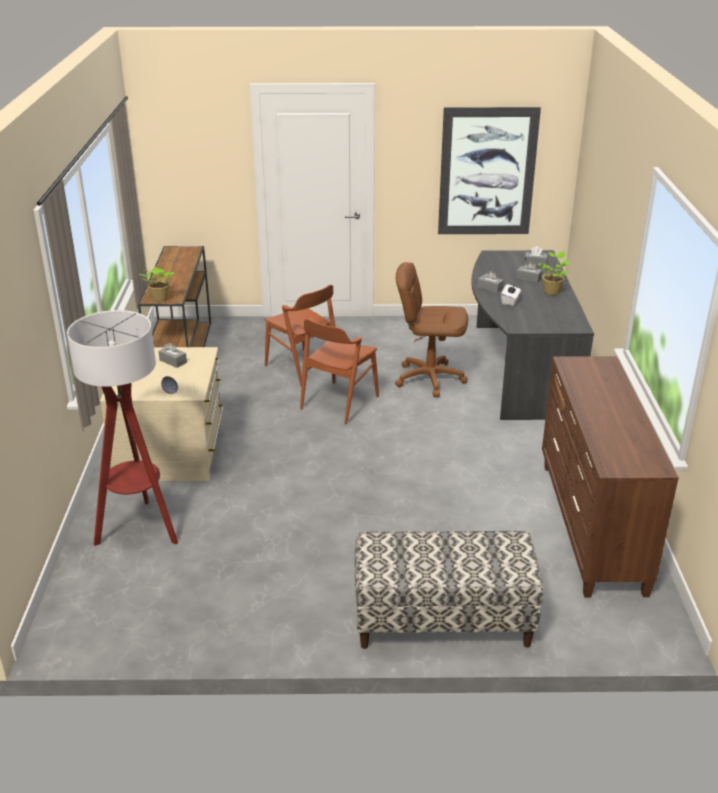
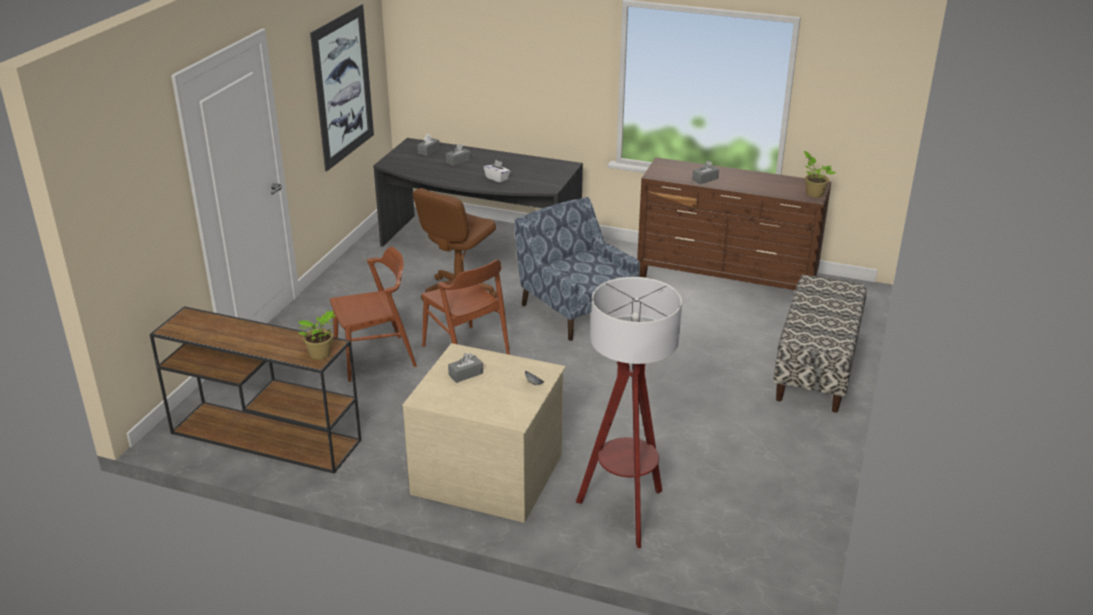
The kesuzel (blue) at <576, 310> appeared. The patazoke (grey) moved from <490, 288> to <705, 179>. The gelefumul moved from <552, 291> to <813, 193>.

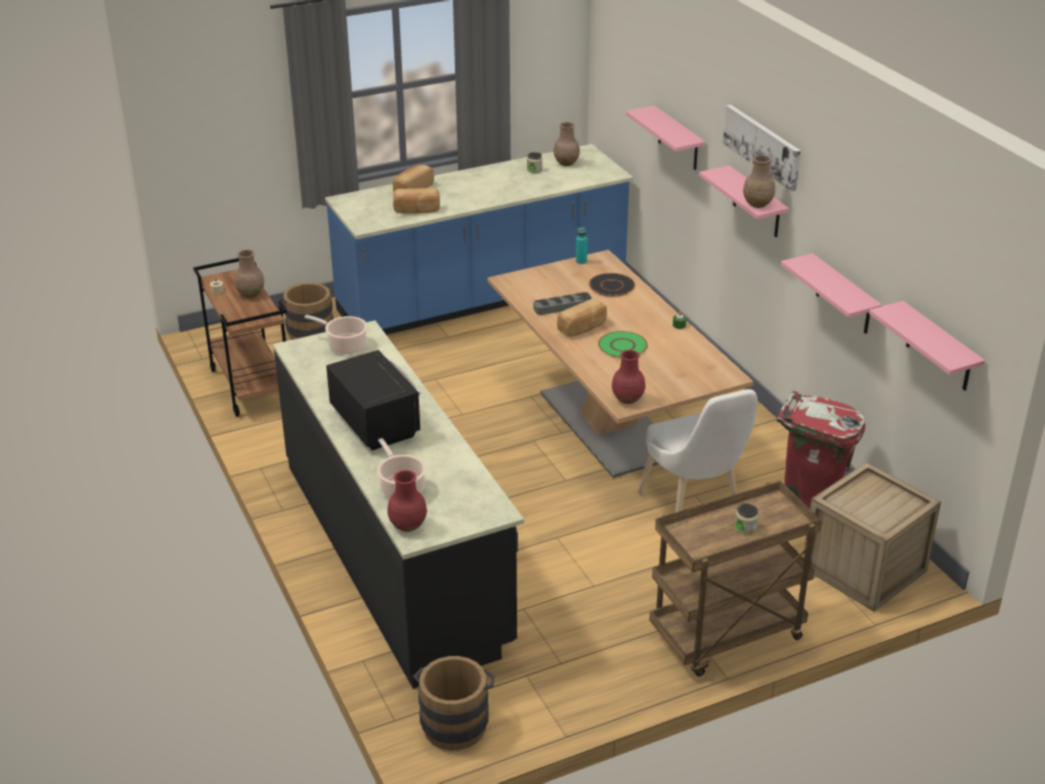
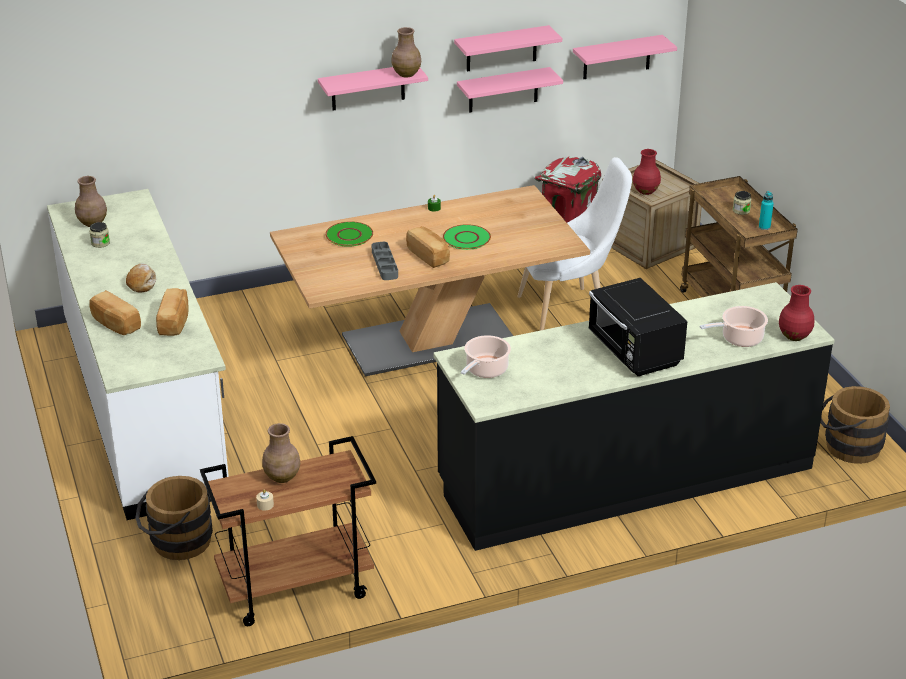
The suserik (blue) at <483, 297> became the suserik (white) at <145, 404>. The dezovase at <141, 283> appeared. The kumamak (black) at <612, 286> became the kumamak (green) at <349, 235>. The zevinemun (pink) moved from <678, 139> to <501, 48>. The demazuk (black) at <375, 423> turned 90 degrees counterclockwise. The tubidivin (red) moved from <628, 399> to <646, 191>. The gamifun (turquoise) moved from <581, 261> to <764, 227>. The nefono at <762, 146> disappeared.

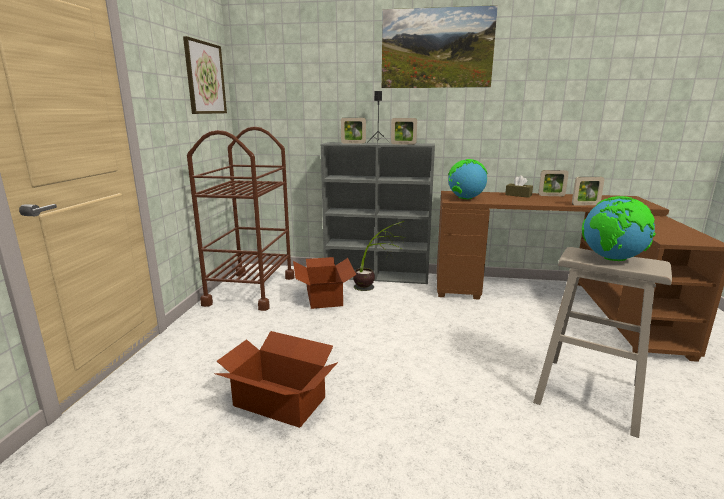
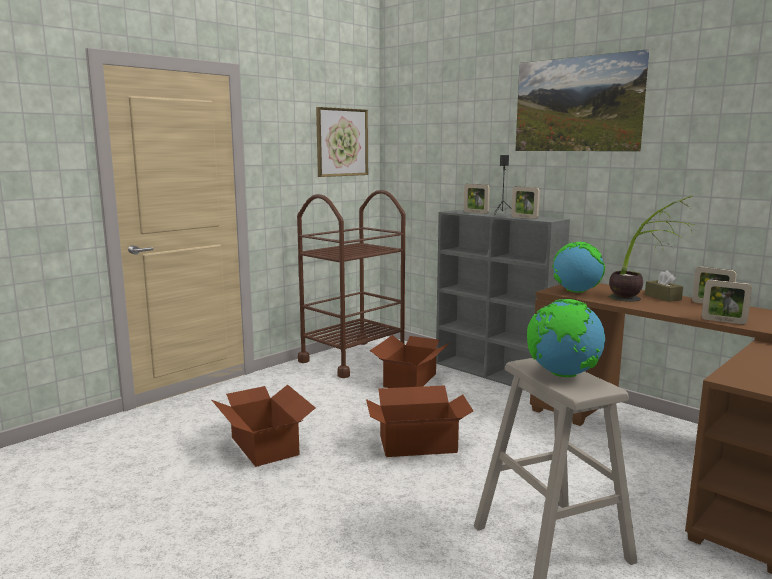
The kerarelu at <417, 444> appeared. The gelefumul moved from <375, 289> to <640, 301>.

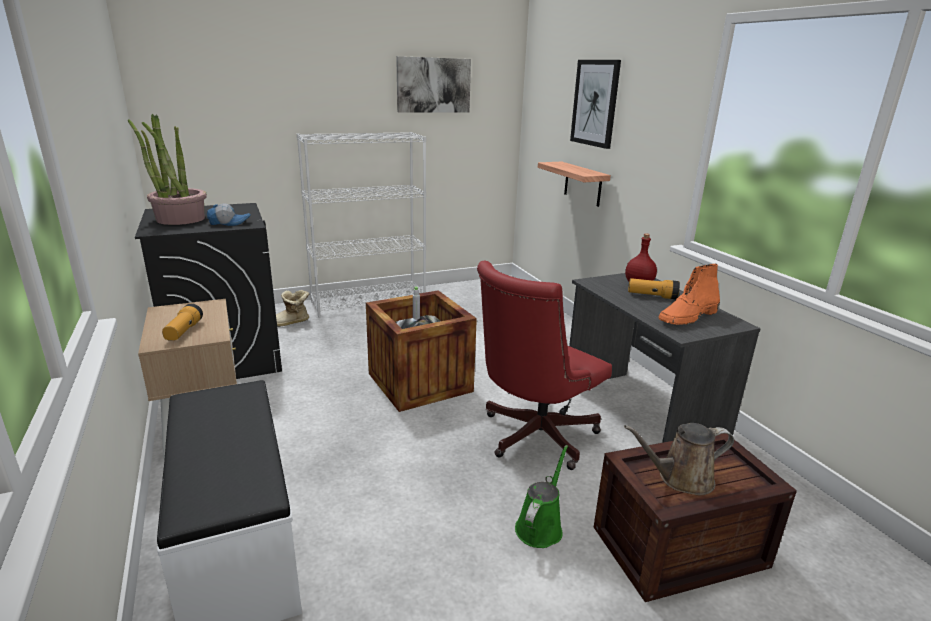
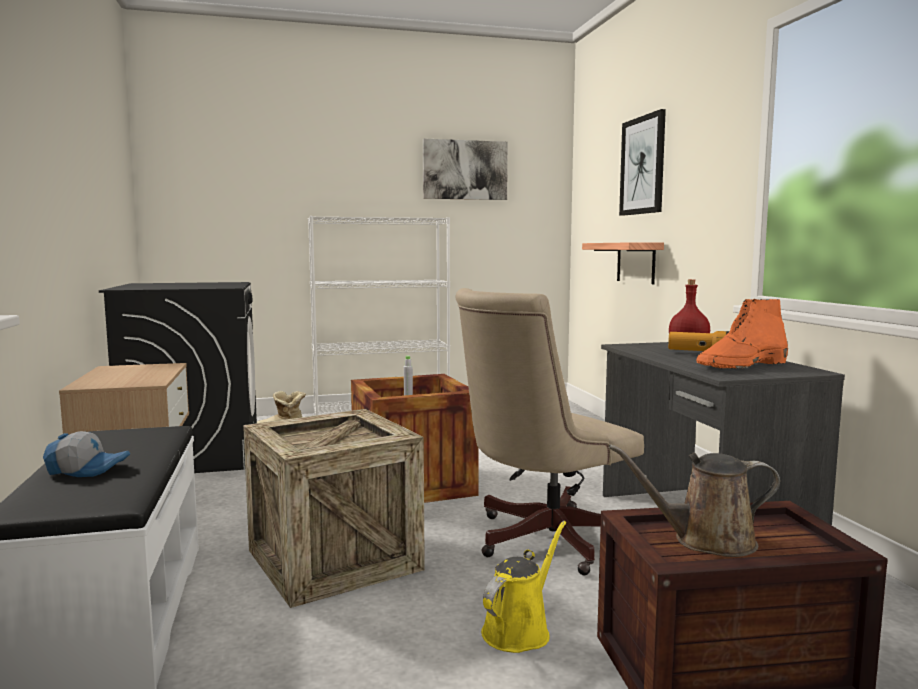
The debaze moved from <229, 223> to <88, 470>. The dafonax at <334, 560> appeared. The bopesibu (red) at <533, 437> became the bopesibu (beige) at <541, 541>. The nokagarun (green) at <540, 526> became the nokagarun (yellow) at <519, 630>. The gelefumul at <180, 219> disappeared. The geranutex at <184, 331> disappeared.

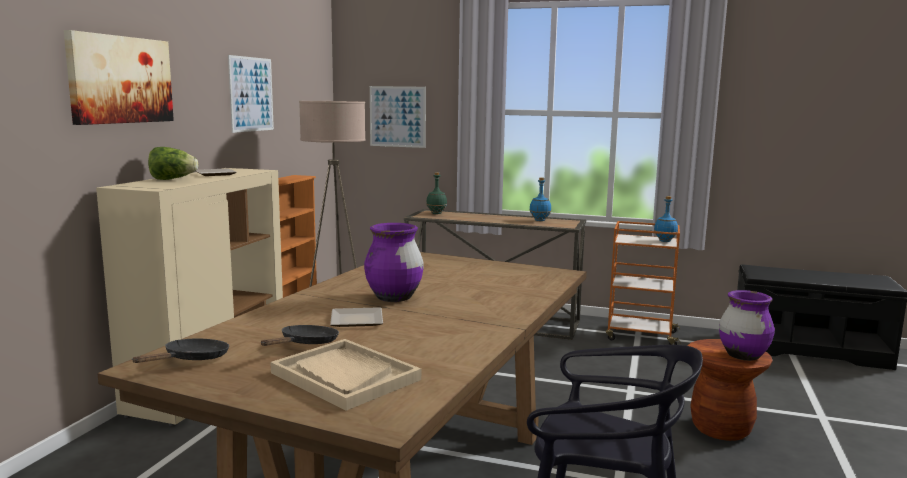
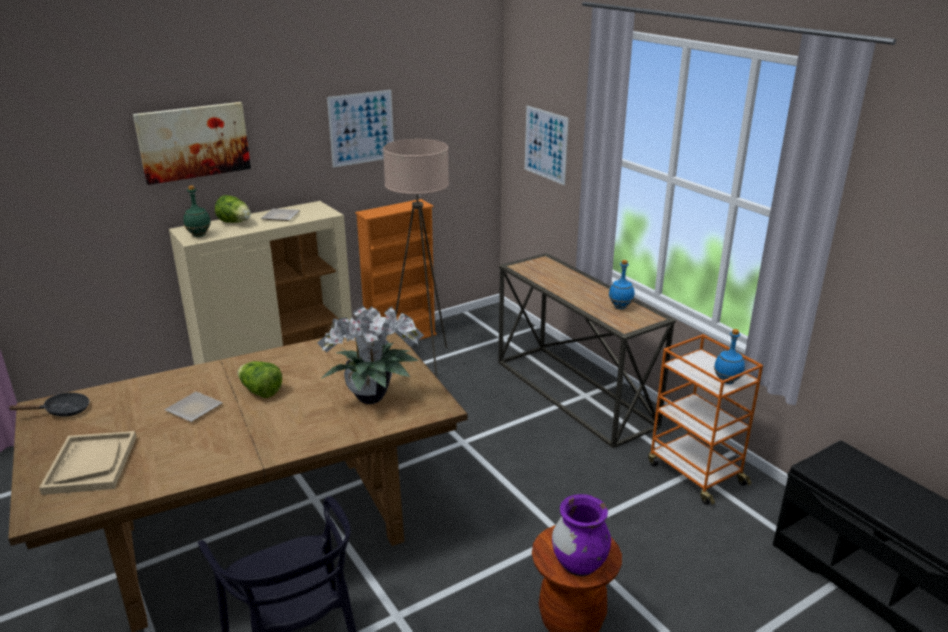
The gamifun (green) moved from <436, 213> to <199, 235>. The tubidivin (purple) at <394, 298> was replaced by the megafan at <260, 392>. The gelefumul at <374, 398> appeared. The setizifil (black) at <306, 344> disappeared.

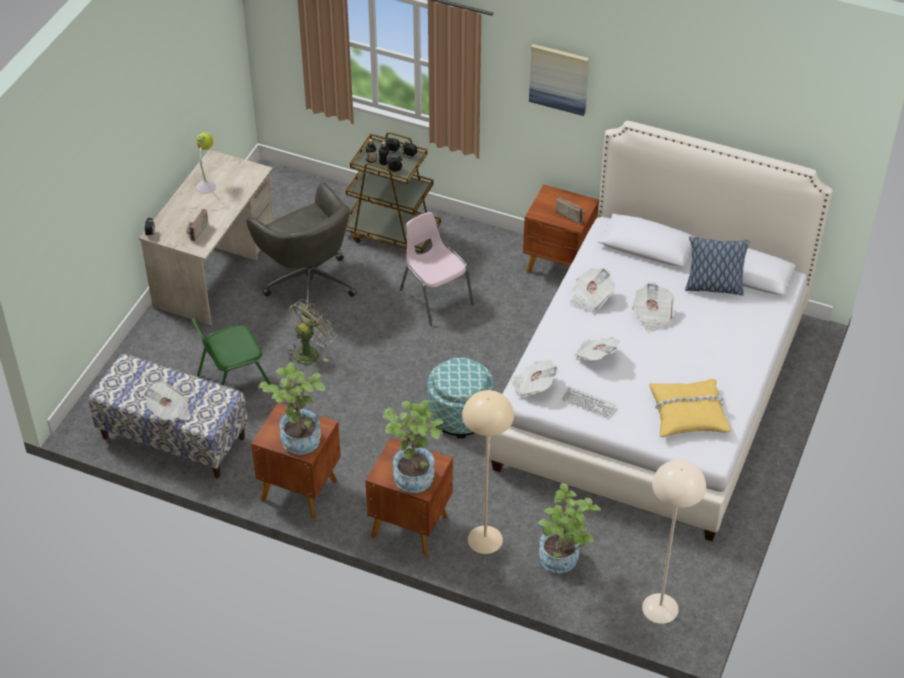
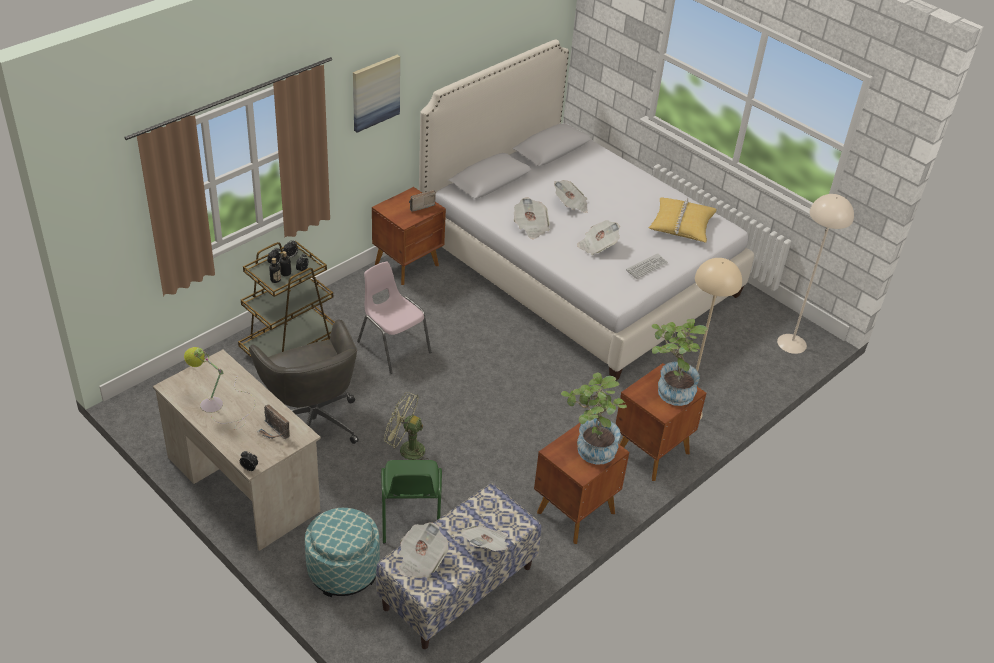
The bopesibu (grey) at <309, 282> turned 75 degrees clockwise. The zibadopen moved from <460, 414> to <343, 570>. The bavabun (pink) at <435, 297> turned 60 degrees clockwise. The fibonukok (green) at <310, 352> turned 45 degrees counterclockwise. The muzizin moved from <533, 386> to <420, 560>. The gelefumul at <564, 560> disappeared. The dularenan at <713, 287> disappeared.

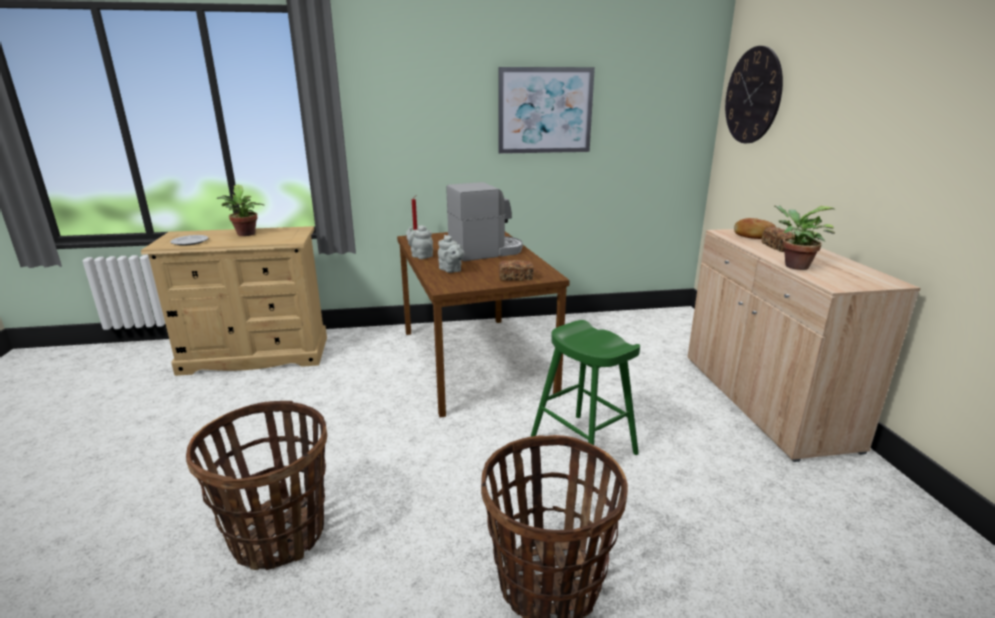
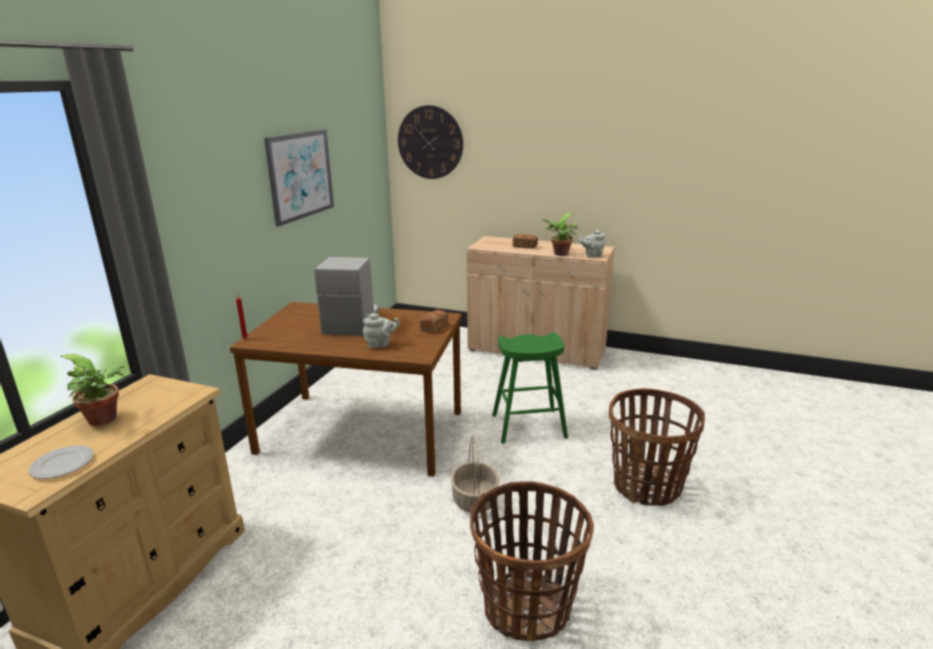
The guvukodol at <474, 500> appeared. The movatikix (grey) moved from <420, 256> to <592, 256>. The dezovase at <753, 236> disappeared.

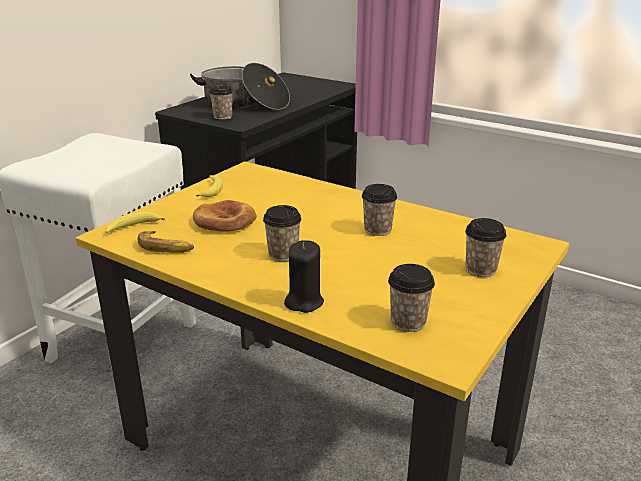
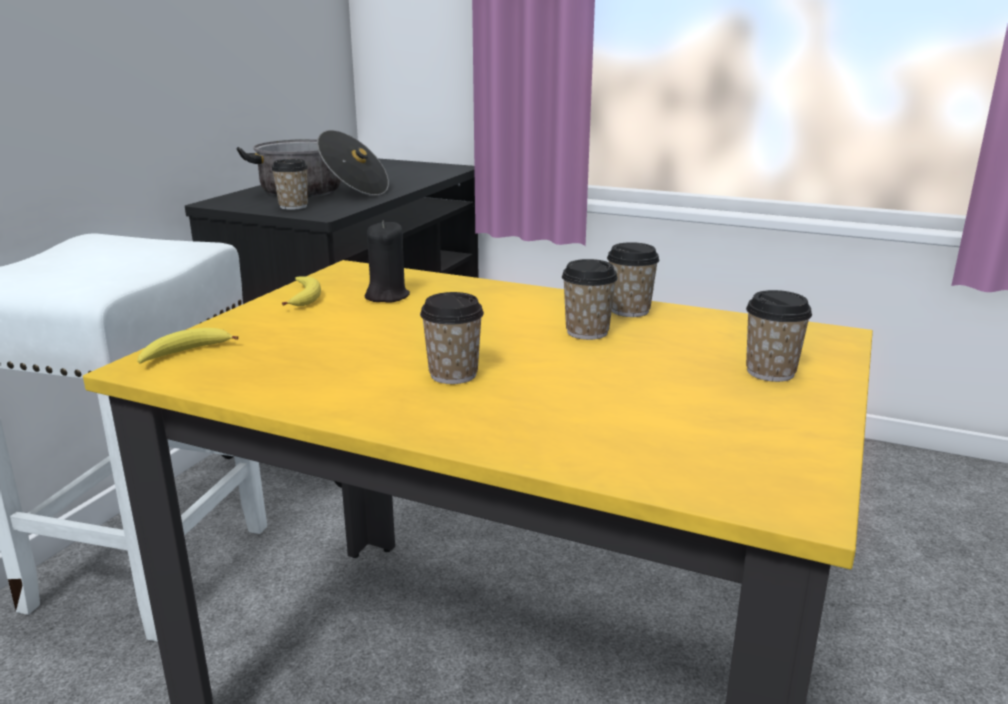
The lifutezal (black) moved from <304, 302> to <387, 296>. The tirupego moved from <408, 322> to <629, 310>. The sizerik at <166, 247> disappeared. The dezovase at <225, 221> disappeared.

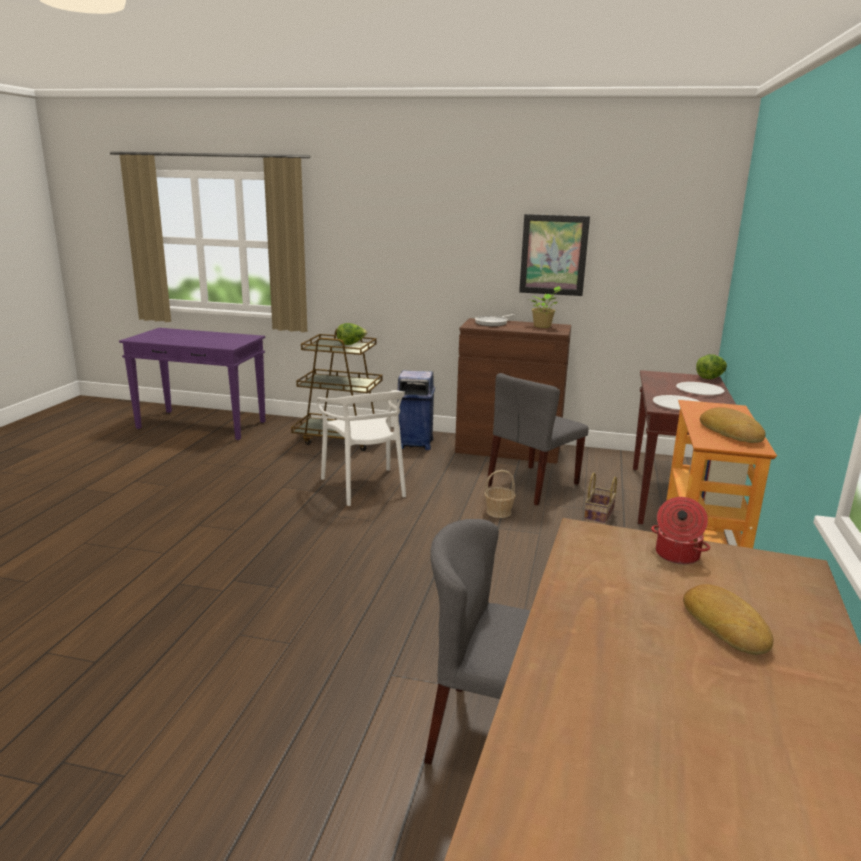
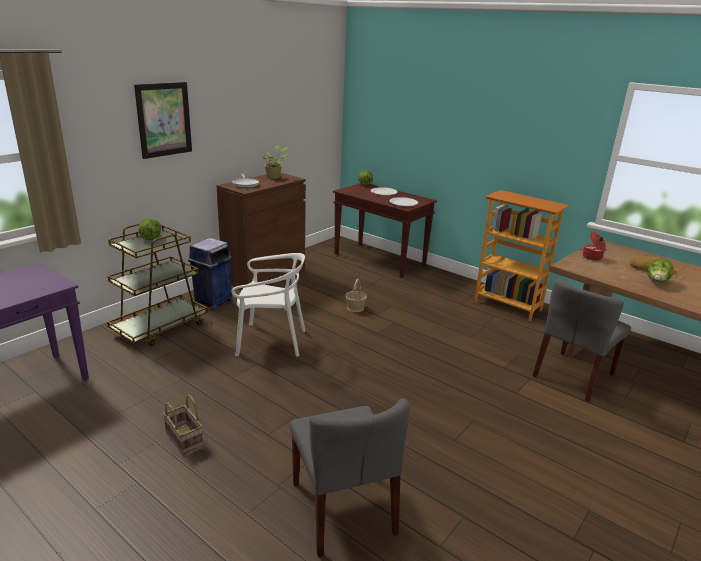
The nefono moved from <553, 255> to <164, 119>. The guvukodol moved from <599, 518> to <185, 439>. The bavabun (grey) moved from <533, 485> to <343, 508>. The megafan at <656, 282> appeared. The dezovase at <732, 432> disappeared.

